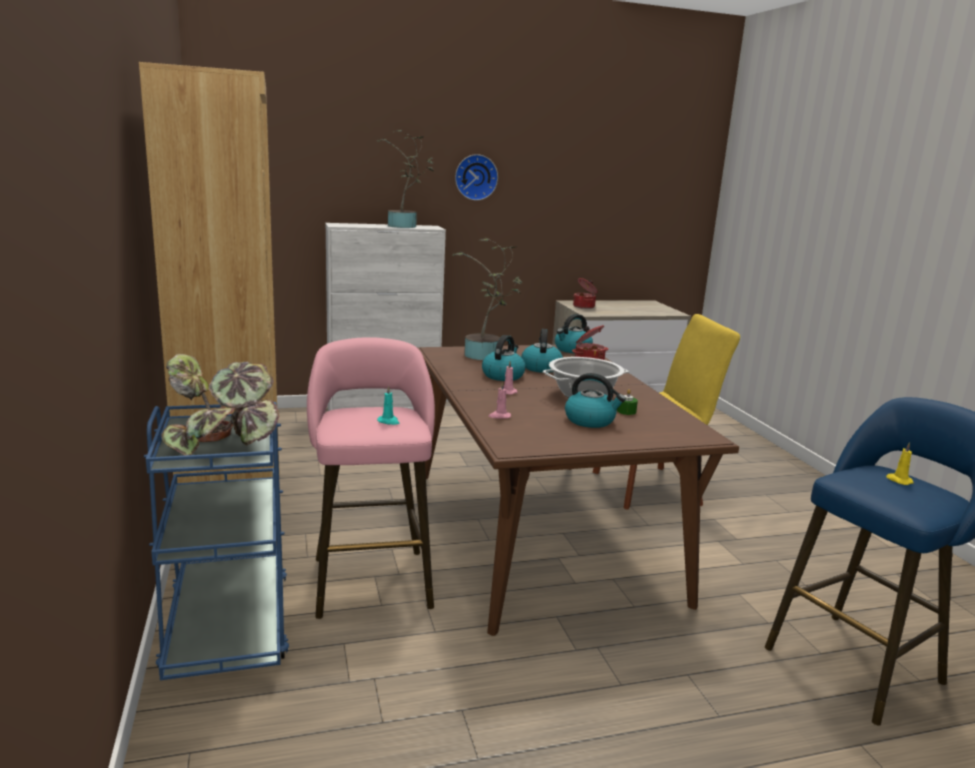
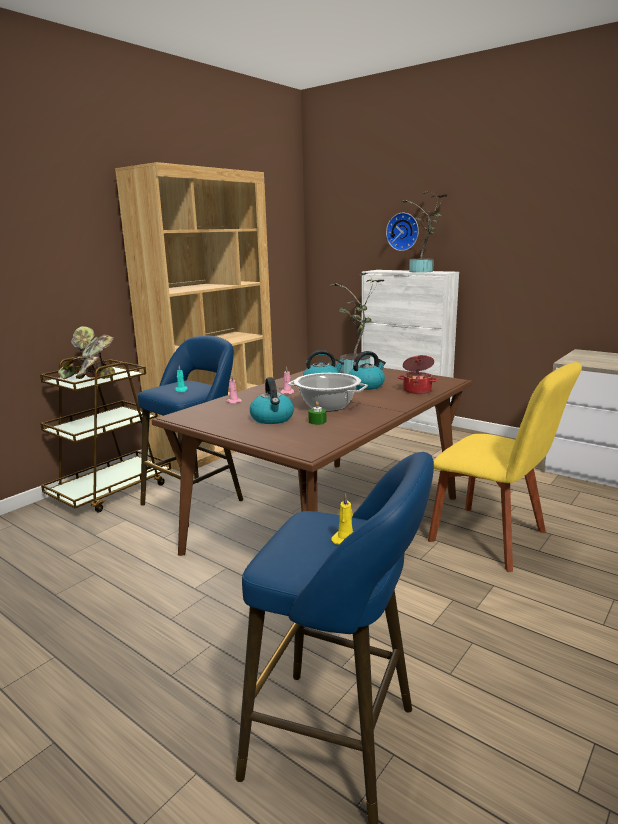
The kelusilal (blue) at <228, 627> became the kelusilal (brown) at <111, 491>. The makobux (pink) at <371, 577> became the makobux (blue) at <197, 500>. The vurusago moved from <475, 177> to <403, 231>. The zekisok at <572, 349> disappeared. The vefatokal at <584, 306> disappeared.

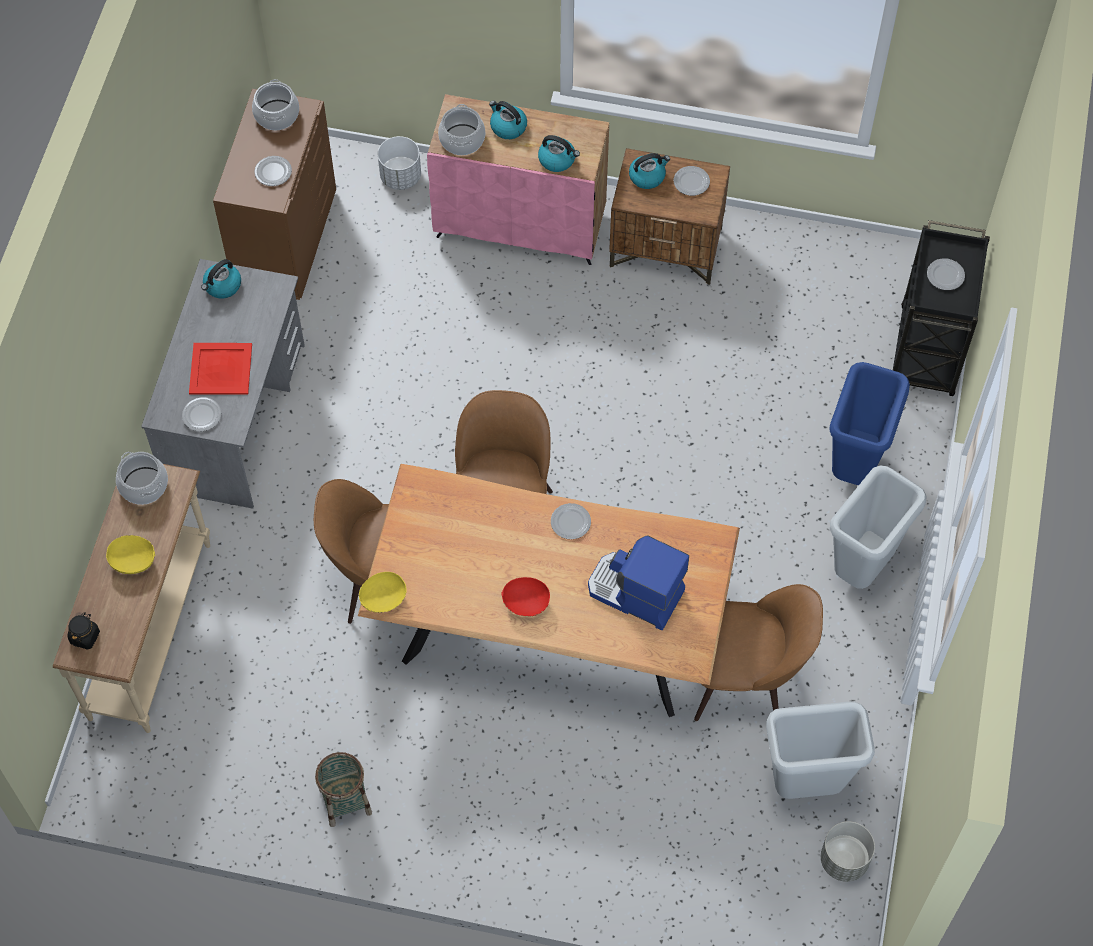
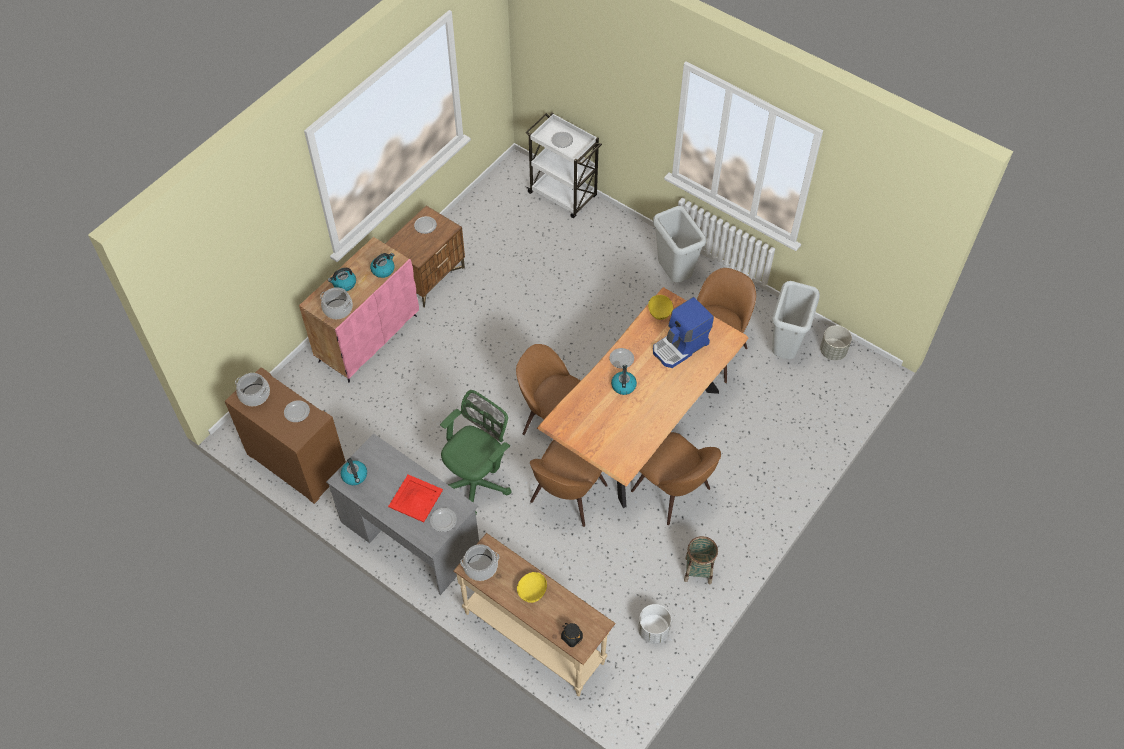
The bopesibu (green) at <476, 482> appeared. The kelusilal (black) at <926, 353> became the kelusilal (white) at <563, 195>. The zekisok moved from <647, 176> to <623, 385>. The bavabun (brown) at <673, 492> appeared. The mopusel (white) moved from <400, 177> to <653, 630>. The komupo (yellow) moved from <383, 600> to <660, 312>. The komupo (red) at <525, 604> disappeared. The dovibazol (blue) at <855, 467> disappeared.

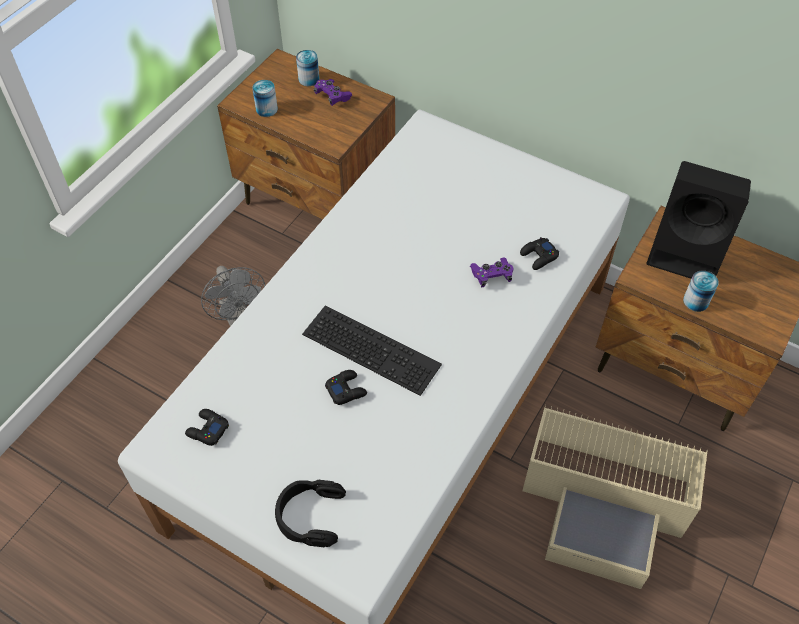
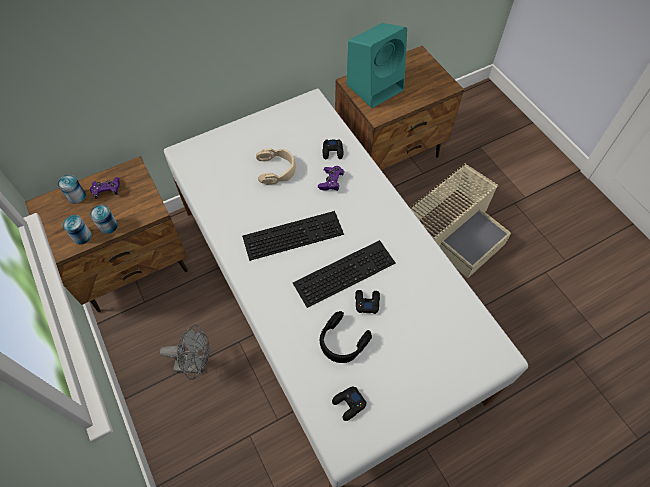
The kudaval moved from <696, 301> to <108, 226>. The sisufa at <293, 233> appeared. The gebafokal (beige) at <276, 169> appeared. The gebafokal (black) moved from <309, 516> to <342, 341>. The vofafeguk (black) at <688, 252> became the vofafeguk (turquoise) at <375, 86>.

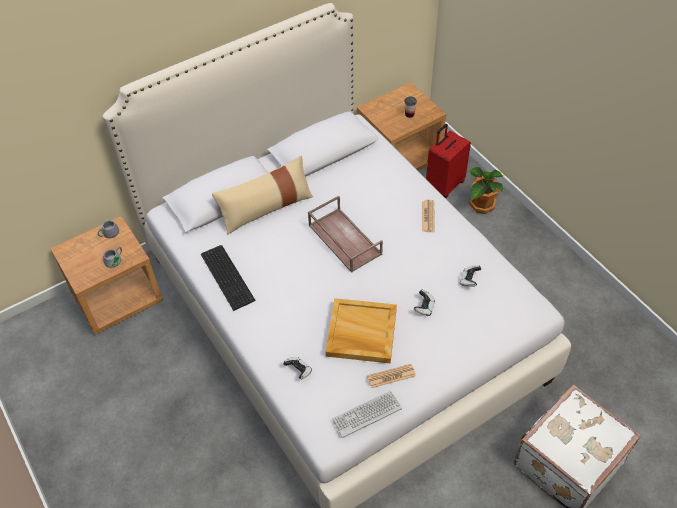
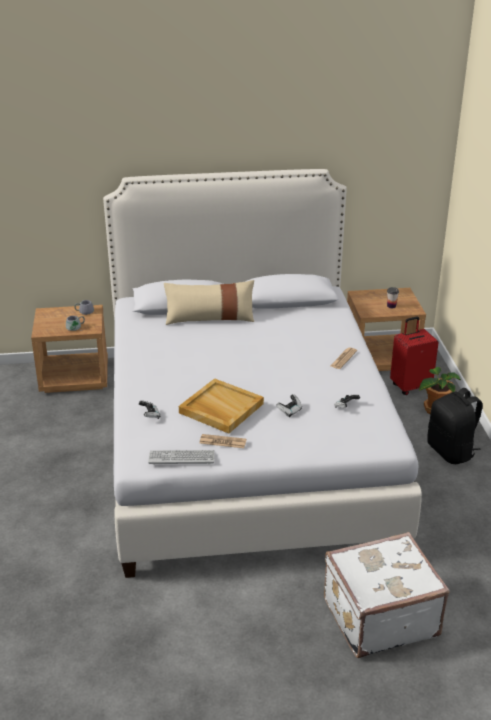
The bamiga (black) at <451, 452> appeared. The sisufa at <228, 276> disappeared. The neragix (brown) at <343, 239> disappeared.

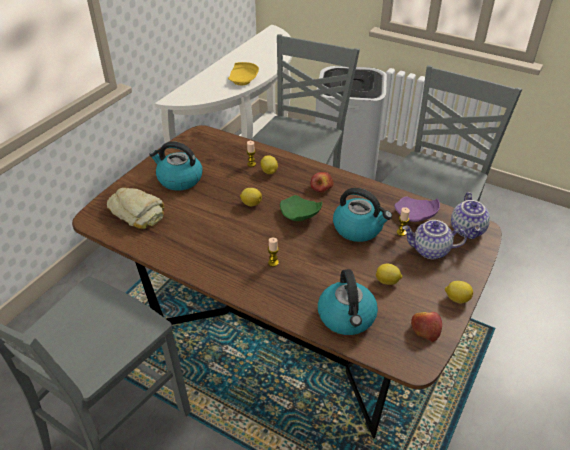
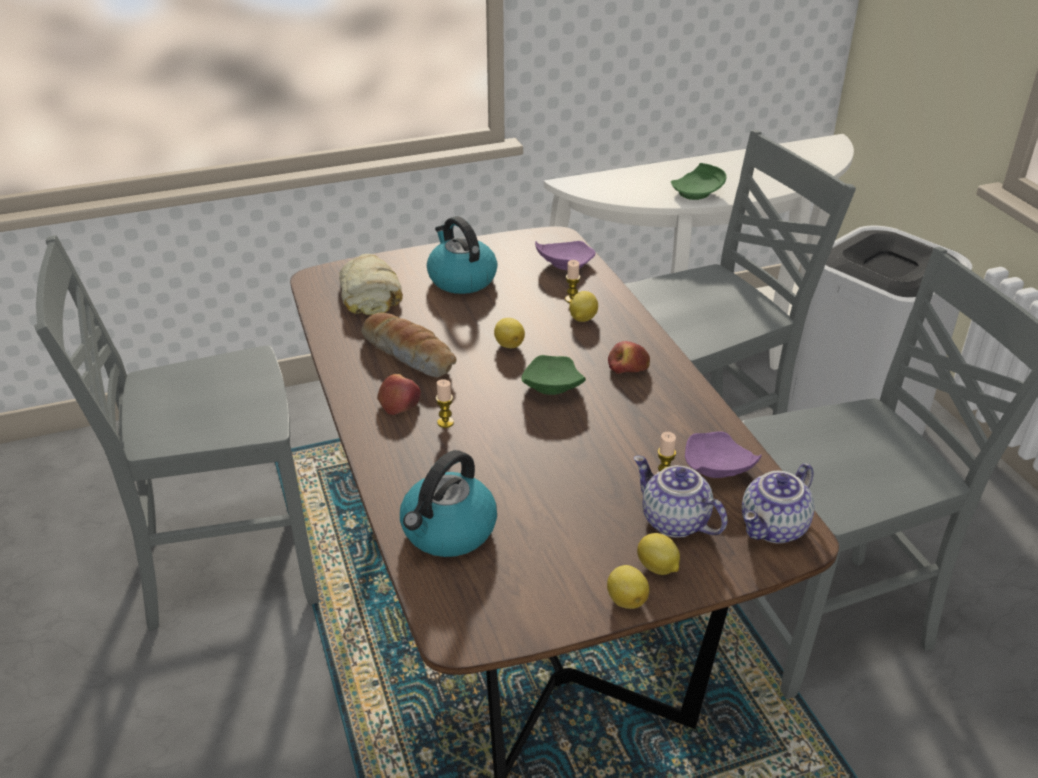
The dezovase at <410, 355> appeared. The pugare moved from <425, 329> to <399, 401>. The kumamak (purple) at <563, 264> appeared. The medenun moved from <387, 281> to <658, 568>. The kumamak (yellow) at <243, 80> became the kumamak (green) at <698, 192>. The zekisok at <358, 228> disappeared.

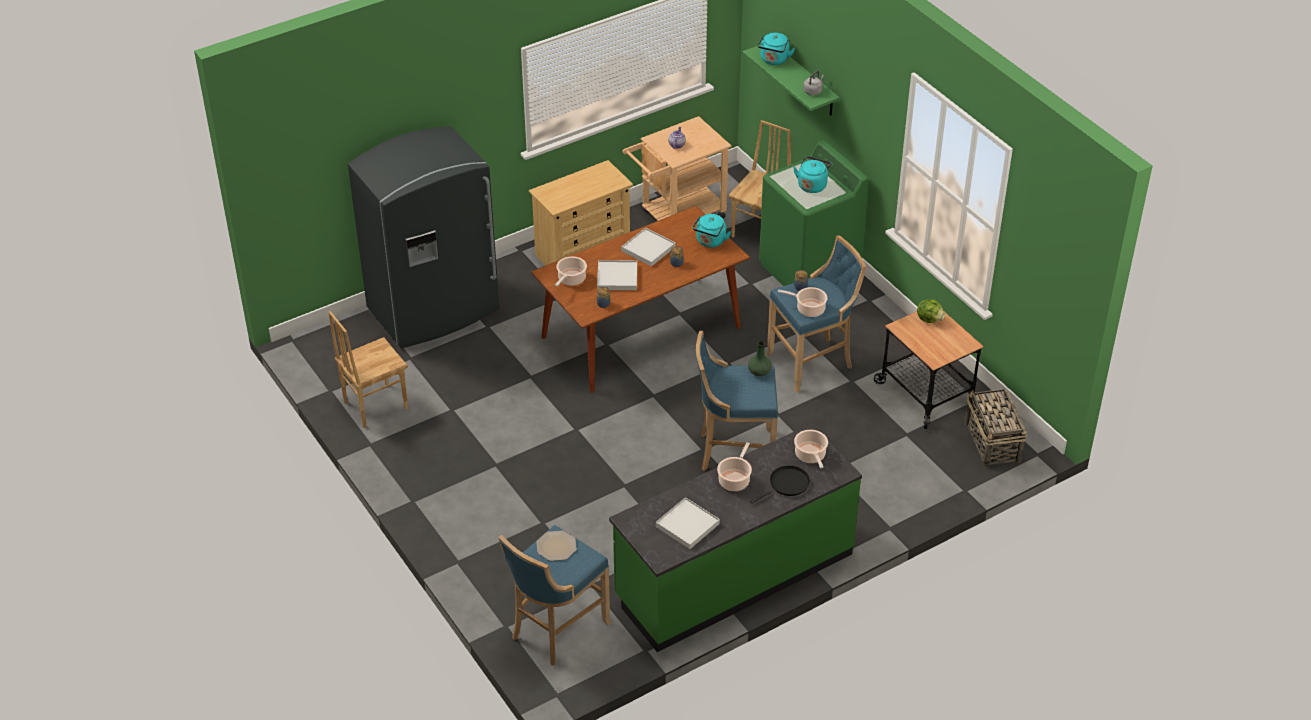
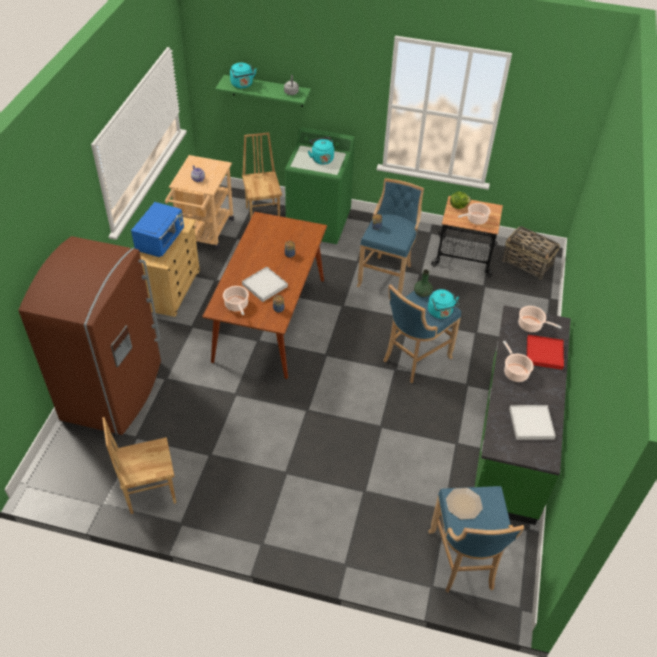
The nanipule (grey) at <434, 310> became the nanipule (brown) at <114, 391>. The bavabun (brown) at <374, 405> turned 60 degrees clockwise. The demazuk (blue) at <161, 241> appeared. The zekisok (turquoise) moved from <710, 242> to <440, 312>. The vefatokal moved from <808, 309> to <475, 219>. The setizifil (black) at <787, 484> was replaced by the neragix (red) at <544, 353>. The neragix (white) at <648, 249> disappeared.

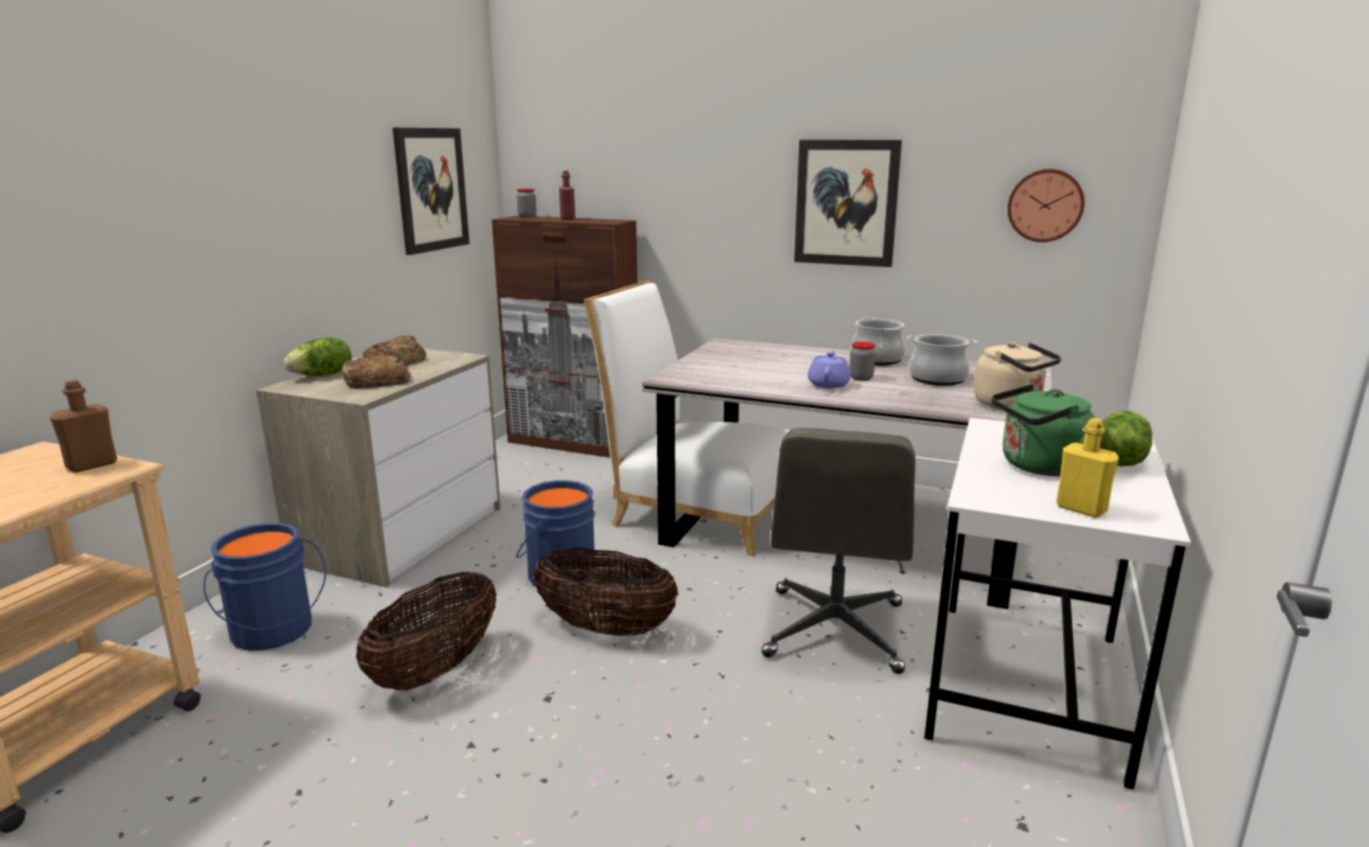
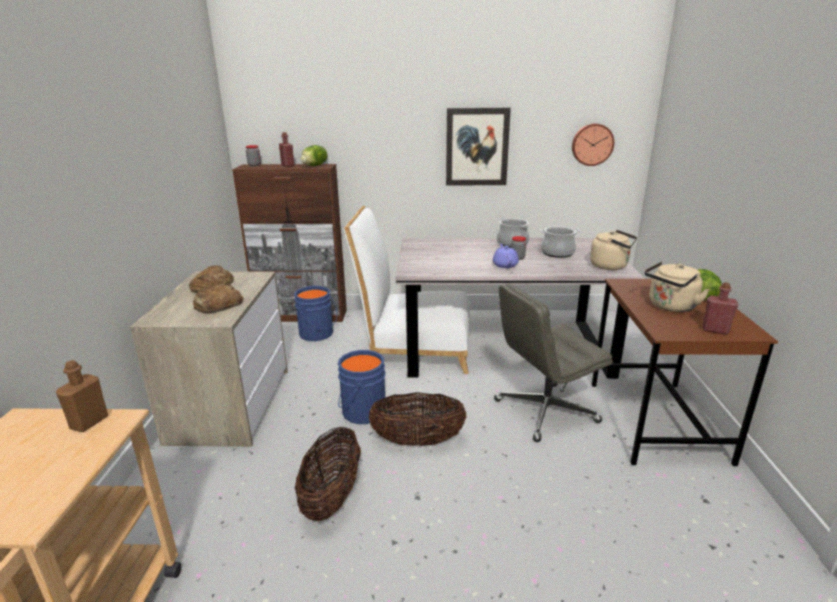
The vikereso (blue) moved from <273, 632> to <317, 334>. The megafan moved from <323, 375> to <315, 166>. The bopesibu (grey) at <835, 631> turned 75 degrees clockwise. The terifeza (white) at <1027, 687> became the terifeza (brown) at <657, 422>. The zekisok (green) at <1038, 467> became the zekisok (beige) at <670, 307>. The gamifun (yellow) at <1081, 509> became the gamifun (red) at <715, 330>. The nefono at <431, 189> disappeared.

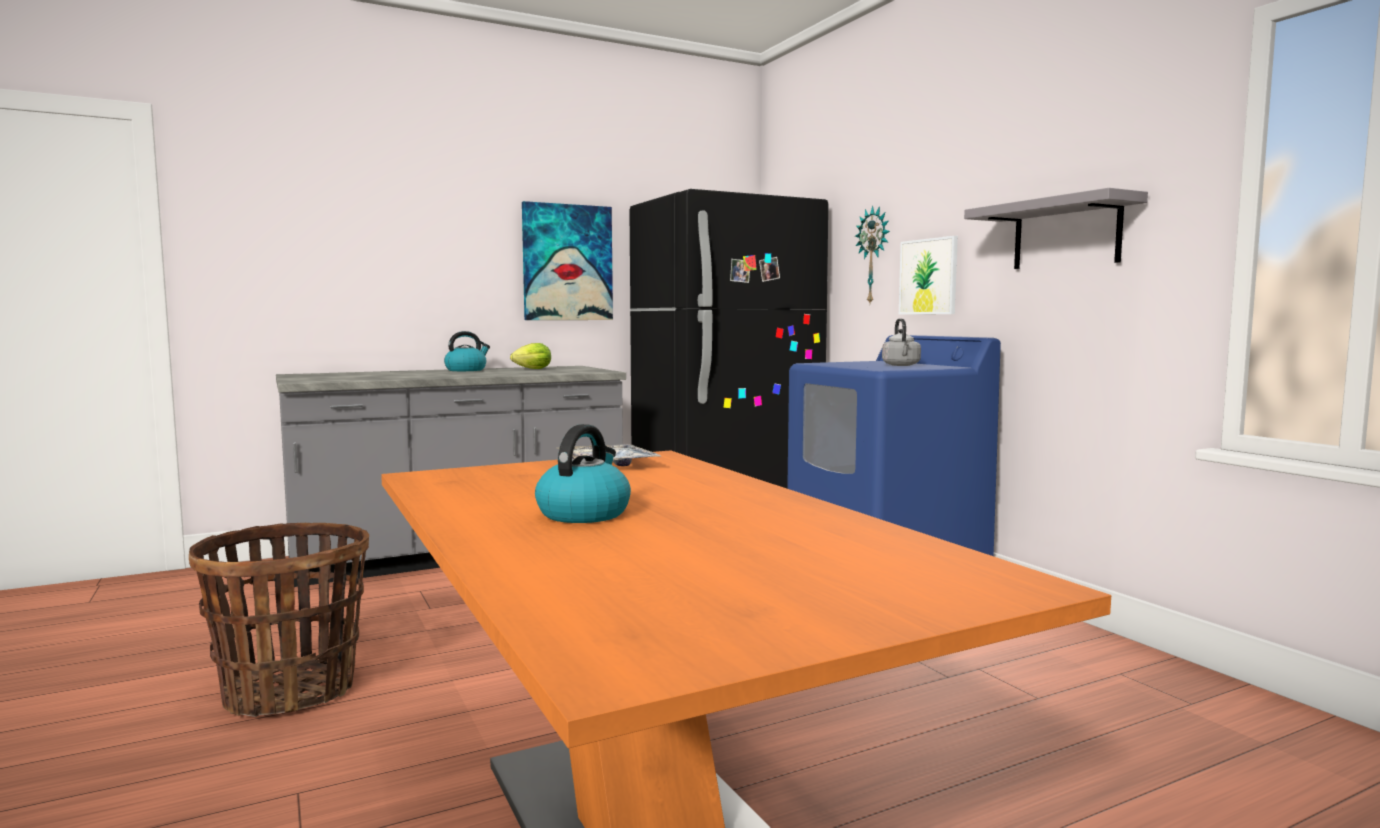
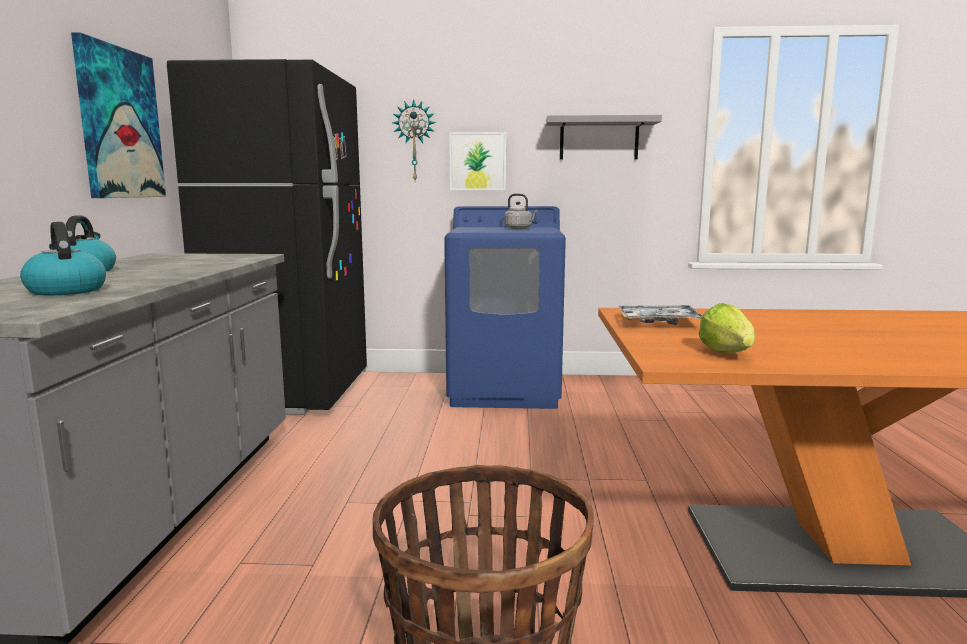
The zekisok moved from <584, 513> to <66, 290>. The megafan moved from <530, 369> to <728, 354>.

